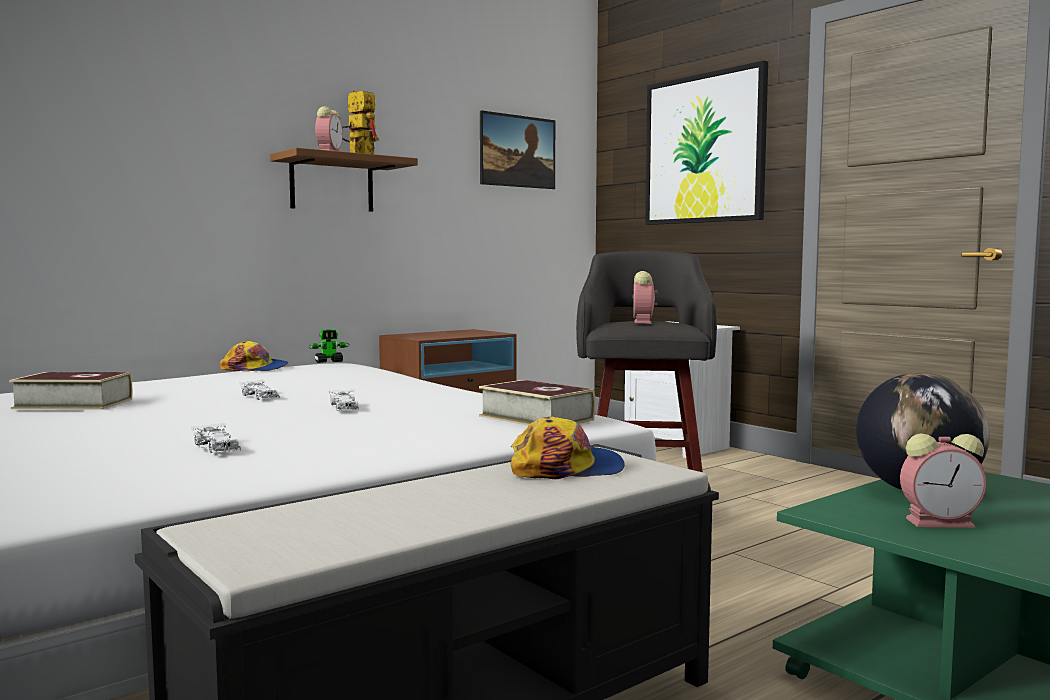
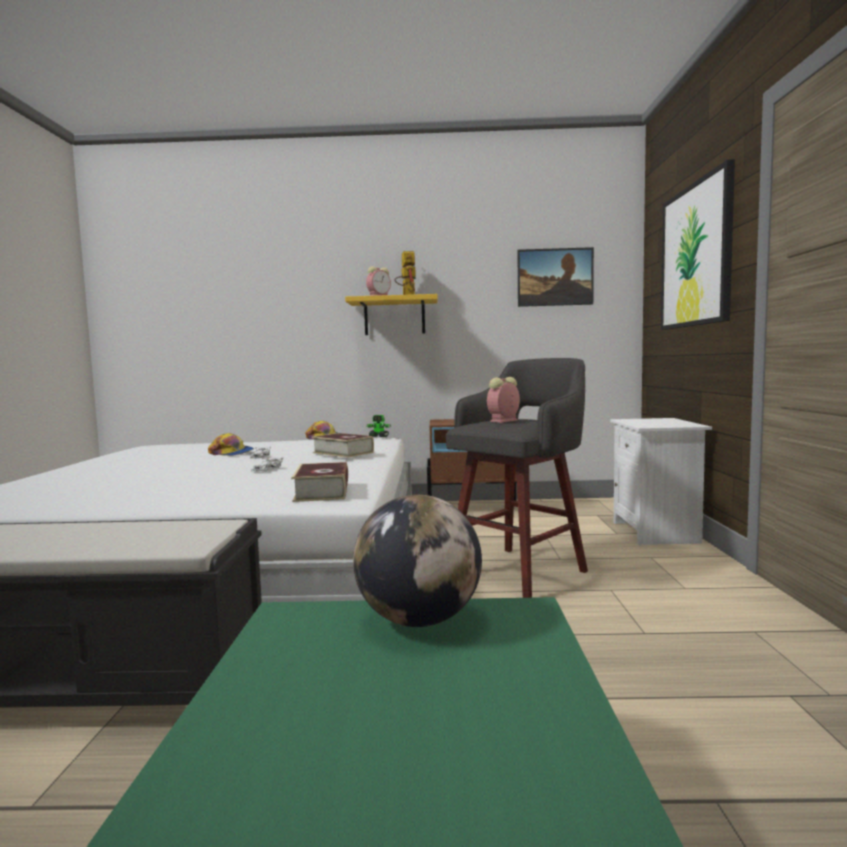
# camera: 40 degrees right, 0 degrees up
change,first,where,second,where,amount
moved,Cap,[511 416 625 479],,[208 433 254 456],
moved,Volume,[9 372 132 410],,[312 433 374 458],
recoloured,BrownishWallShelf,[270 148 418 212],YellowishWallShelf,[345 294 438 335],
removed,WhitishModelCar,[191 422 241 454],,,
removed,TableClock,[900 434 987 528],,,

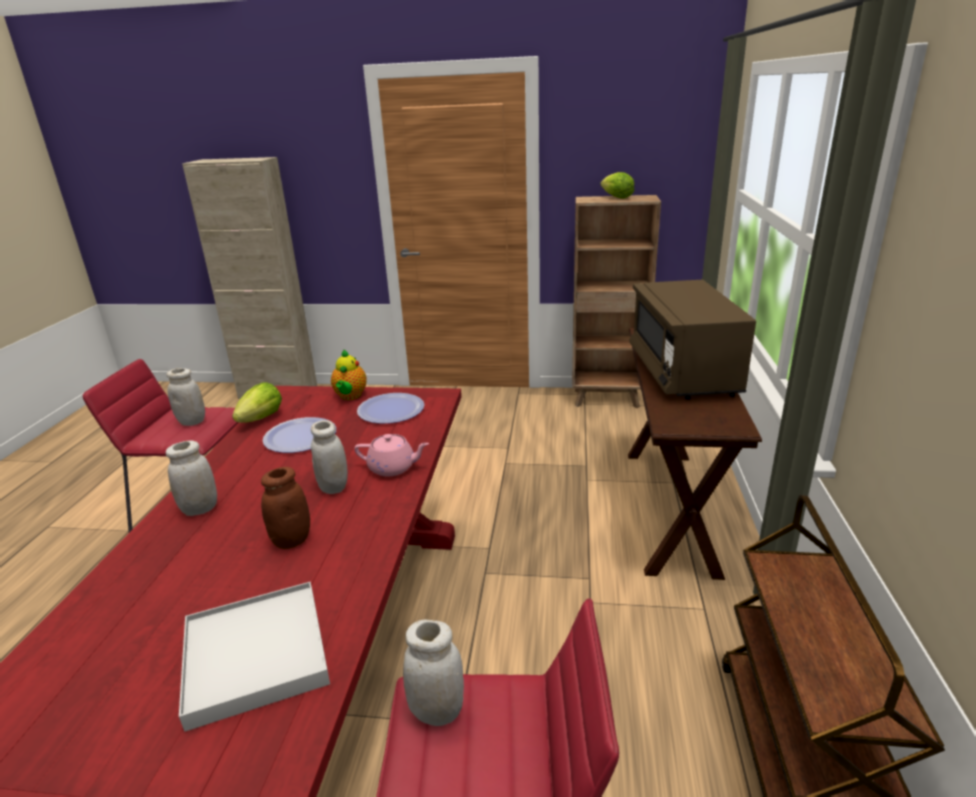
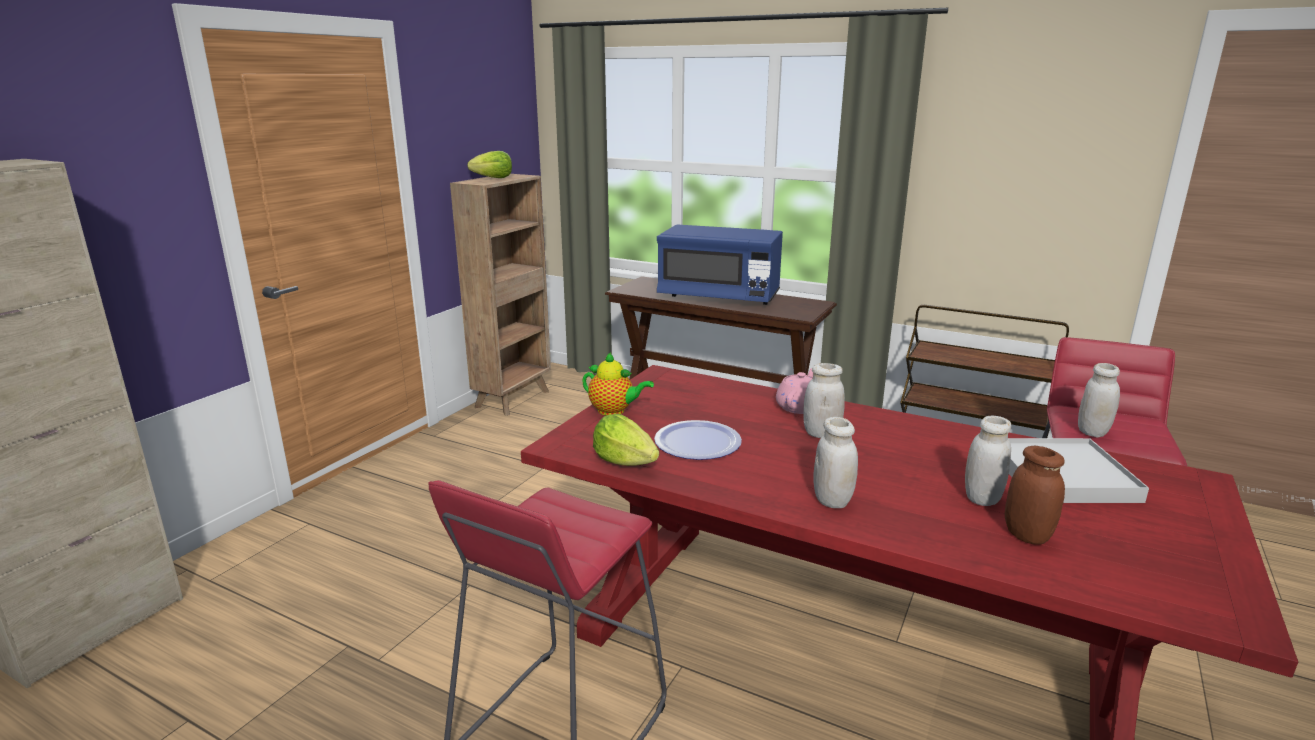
# camera: 70 degrees left, 5 degrees down
change,first,where,second,where,amount
recoloured,BrownishKitchenMicrowave,[629 280 756 400],BluishKitchenMicrowave,[657 225 783 305],
moved,WhitishJar,[166 368 205 426],,[965 416 1011 506],
moved,BrownishJar,[261 467 310 549],,[1005 446 1065 545],
removed,DinnerPlate,[357 393 425 424],,,

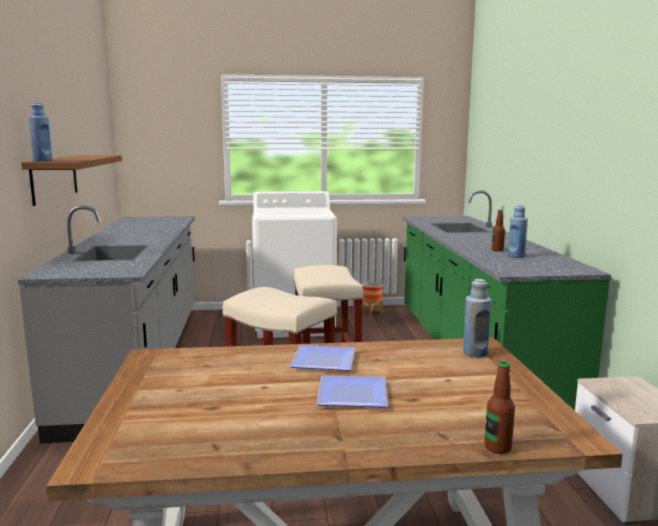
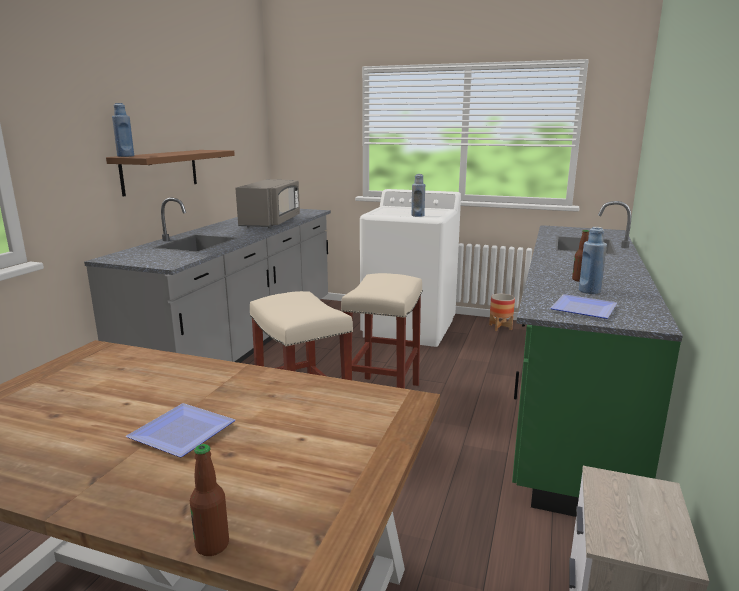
# camera: 25 degrees right, 5 degrees up
change,first,where,second,where,amount
added,,,GrayKitchenMicrowave,[235 179 300 228],
moved,BluishDrinkBottle,[463 279 491 358],,[411 174 425 217],
moved,DinnerPlate,[290 345 356 371],,[550 294 617 319],

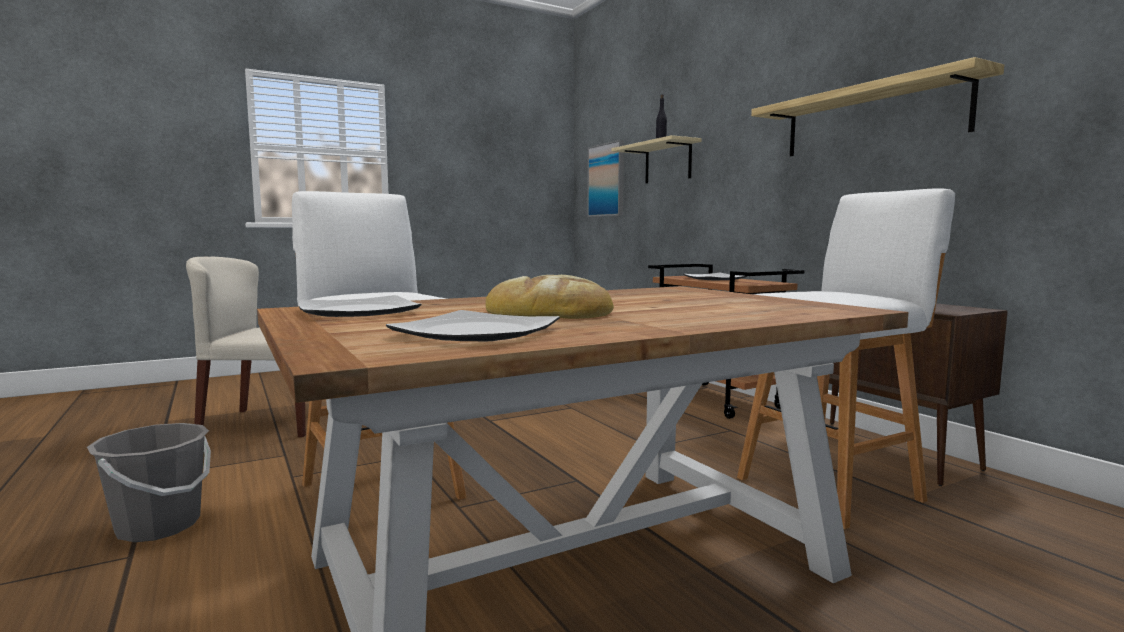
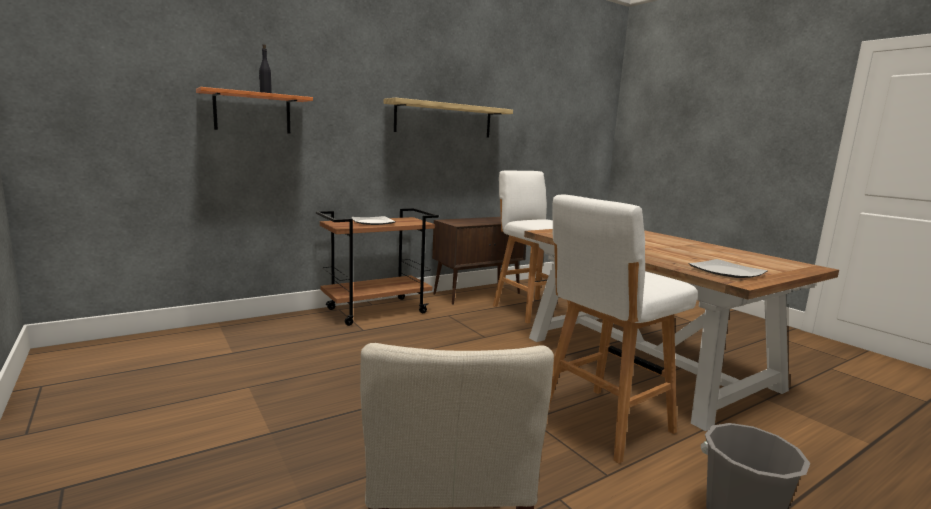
# camera: 95 degrees left, 5 degrees up
change,first,where,second,where,amount
recoloured,SandColouredWallShelf,[612 135 702 184],OrangeColouredWallShelf,[196 87 313 134],
removed,DinnerPlate,[386 310 560 341],,,
removed,Bread,[485 275 614 319],,,
removed,WallPicture,[587 140 624 217],,,

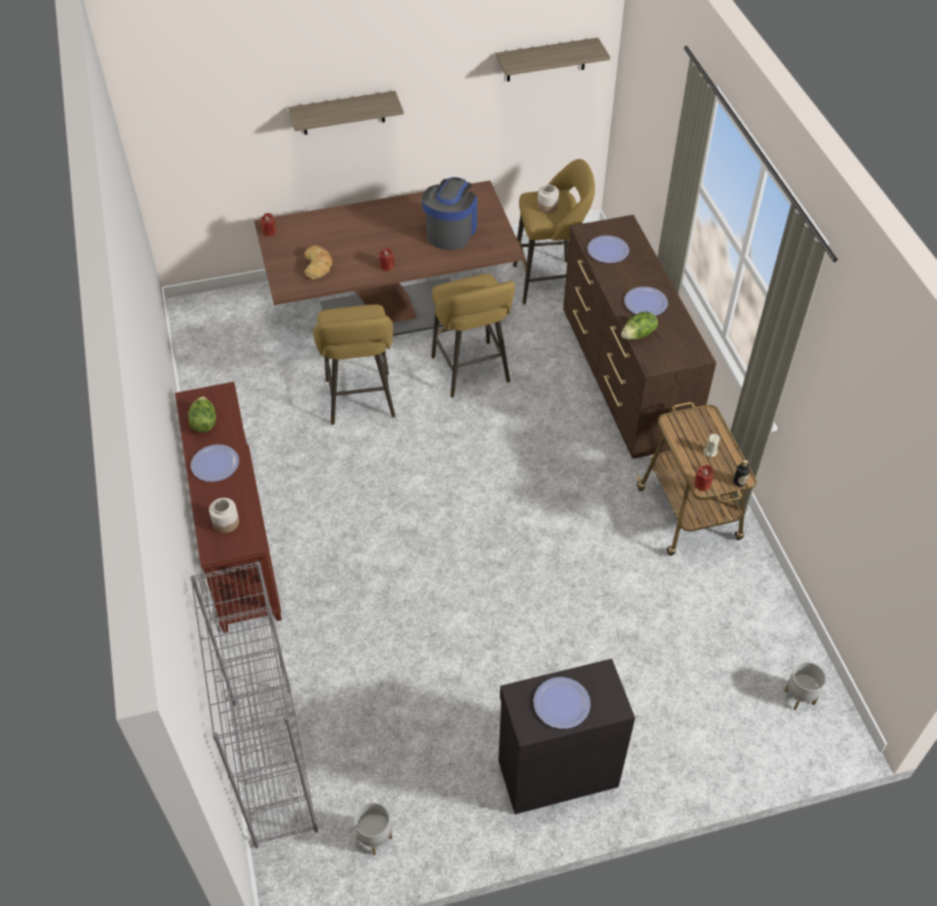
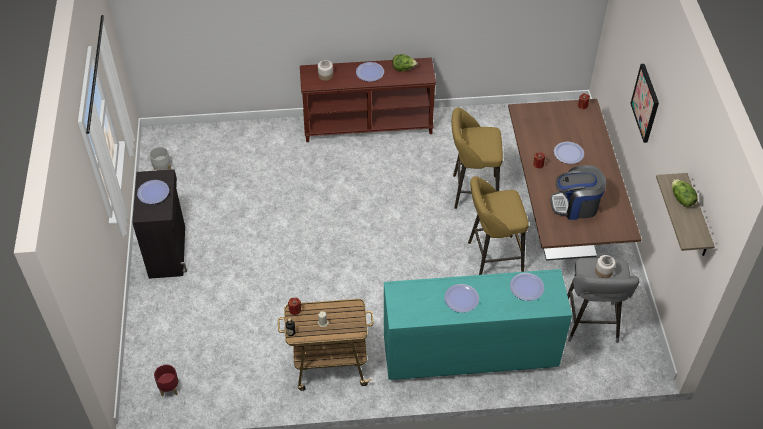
# camera: 100 degrees right, 0 degrees up
change,first,where,second,where,amount
recoloured,GrayPlantPot,[784 662 826 710],RedPlantPot,[154 365 178 397],
recoloured,BrownishDresser,[563 215 716 459],BlueGreenDresser,[384 269 572 380],
turned,CoffeeMaker,[422 177 477 250],,[551 165 606 220],150 degrees clockwise
added,,,DinnerPlate,[554 142 584 164],
recoloured,YellowishStool,[513 159 595 304],GrayStool,[567 258 639 343],
replaced,WallShelf,[288 91 404 135],WallPicture,[630 64 659 143],
moved,Lettuce,[621 312 658 339],,[671 179 697 207],
removed,GrayBookcase,[190 561 318 848],,,
removed,Bread,[304 245 333 280],,,

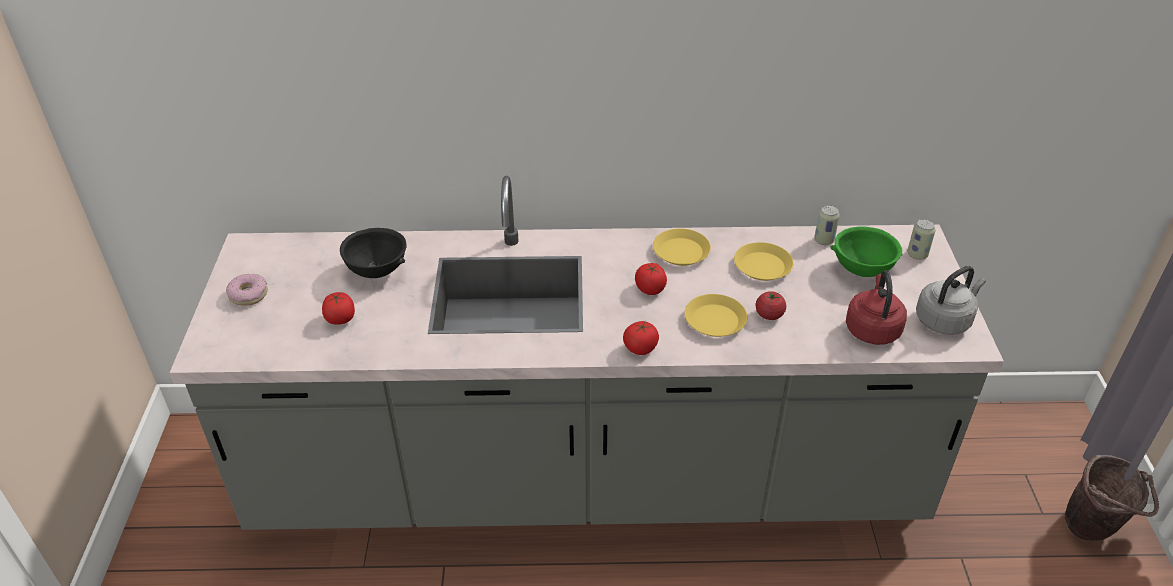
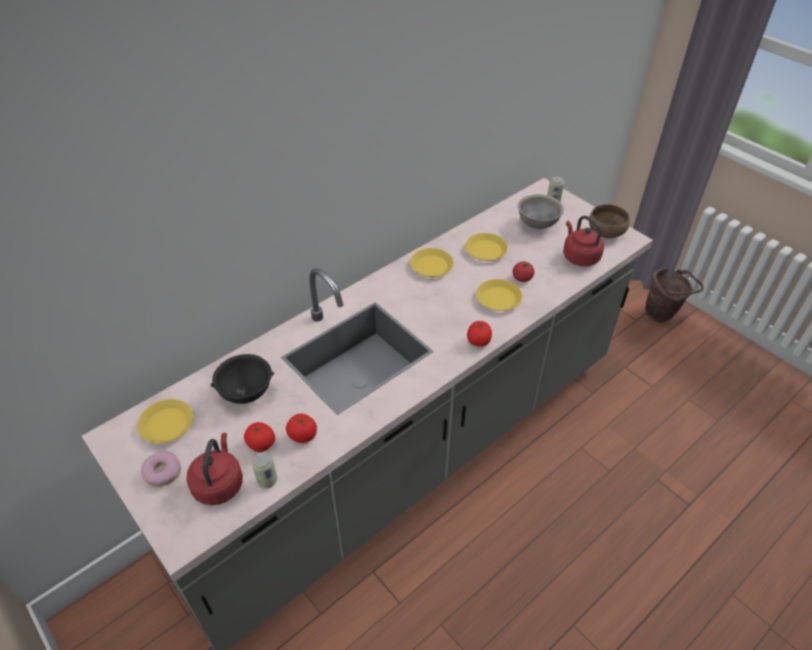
# camera: 40 degrees left, 5 degrees up
change,first,where,second,where,amount
added,,,YellowishDinnerPlate,[137 399 193 444],
added,,,RedTeaKettle,[186 433 243 505],
moved,MetalCan,[814 205 840 245],,[252 452 277 488],
moved,FreshTomato,[635 263 667 295],,[286 413 317 443],
recoloured,GreenBowl,[830 226 903 277],GrayBowl,[518 194 564 229],
replaced,GrayTeaKettle,[916 266 986 335],BrownishBowl,[589 204 630 238],

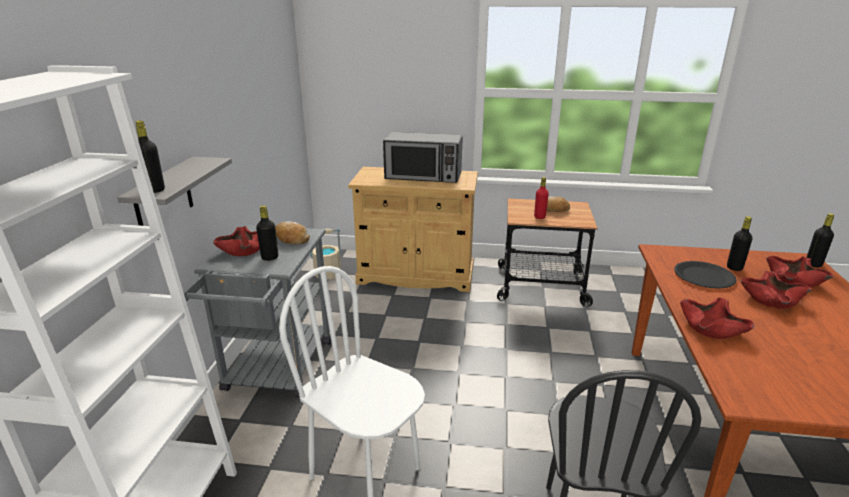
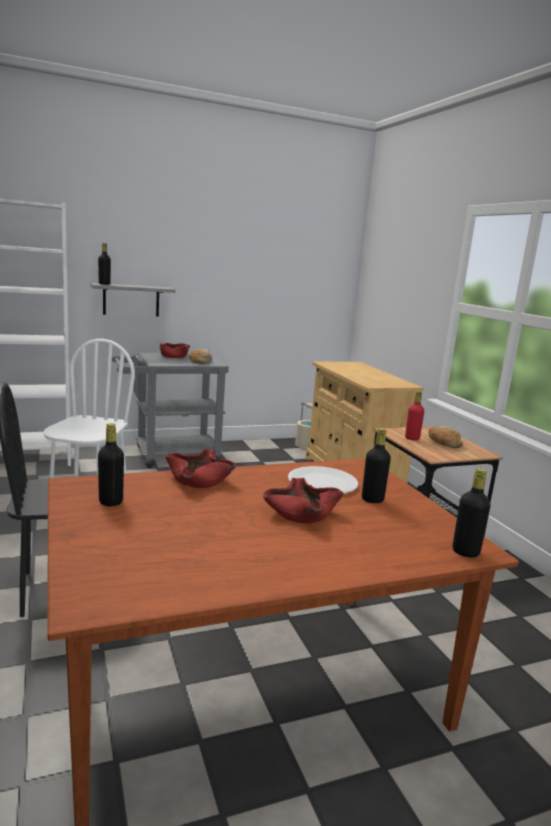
# camera: 60 degrees right, 10 degrees down
change,first,where,second,where,amount
moved,BlackColouredDrinkBottle,[256 205 278 261],,[98 423 124 506],
recoloured,BlackColouredDinnerPlate,[674 261 737 289],WhitishDinnerPlate,[288 466 358 494],
removed,KitchenMicrowave,[383 132 463 183],,,
removed,RedBowl,[766 256 833 288],,,

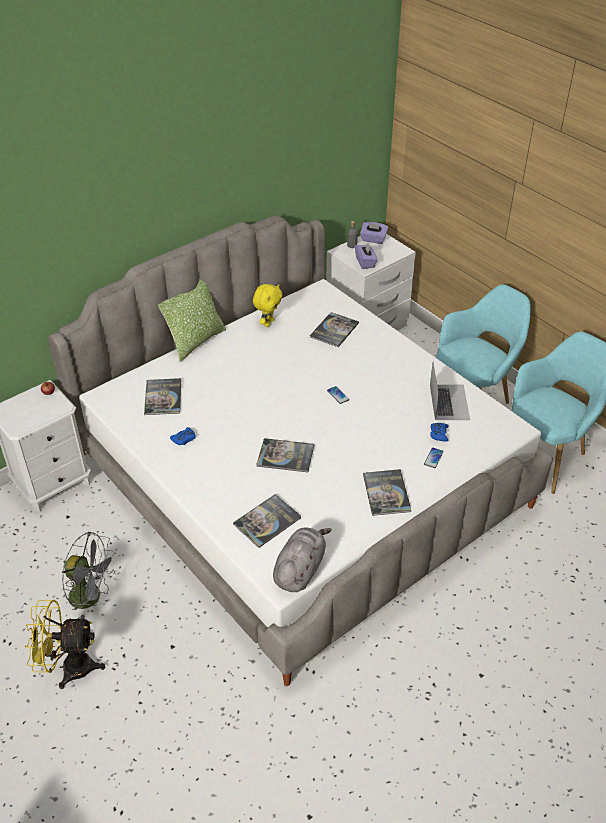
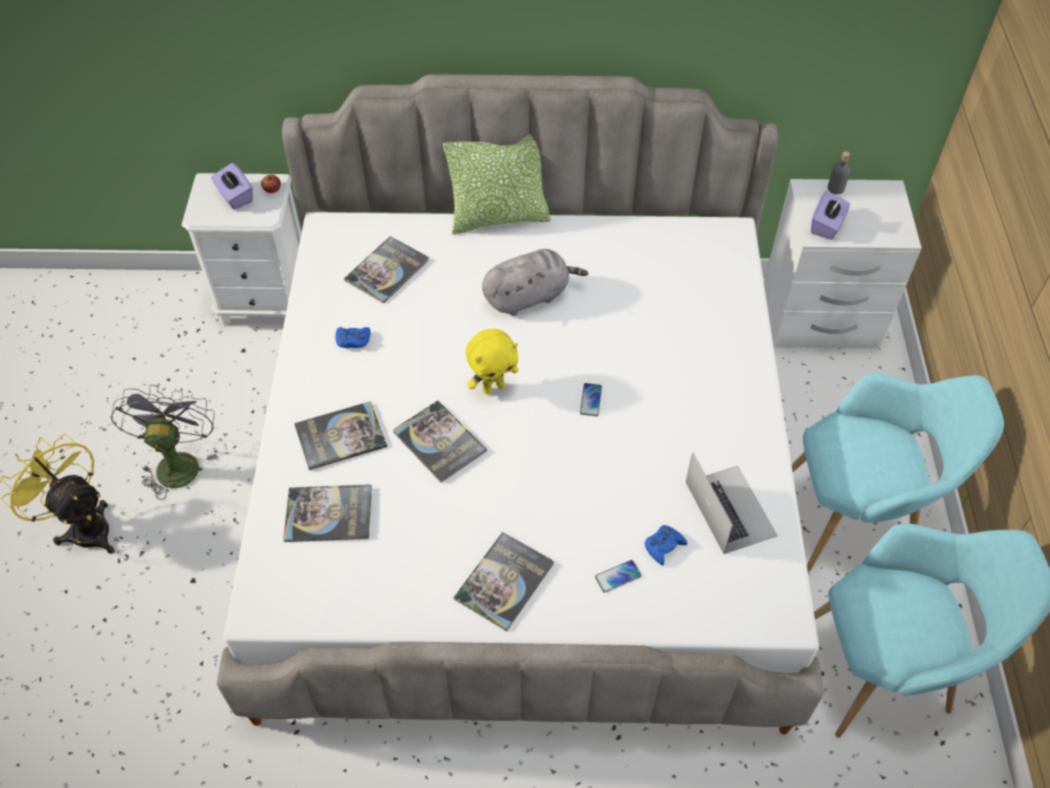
# camera: 40 degrees right, 10 degrees up
change,first,where,second,where,amount
turned,GrayCoolingFan,[62 532 116 619],,[110 384 217 500],150 degrees counterclockwise
moved,PurplishBoxOfTissues,[360 222 388 244],,[211 163 253 210],
moved,Volume,[310 312 359 347],,[294 401 387 470],
moved,YellowishCuddlyToy,[253 284 282 327],,[466 329 519 394],
moved,GrayCuddlyToy,[273 527 332 592],,[482 249 589 316],
turned,NotebookComputer,[430 362 470 420],,[686 452 778 554],60 degrees counterclockwise

